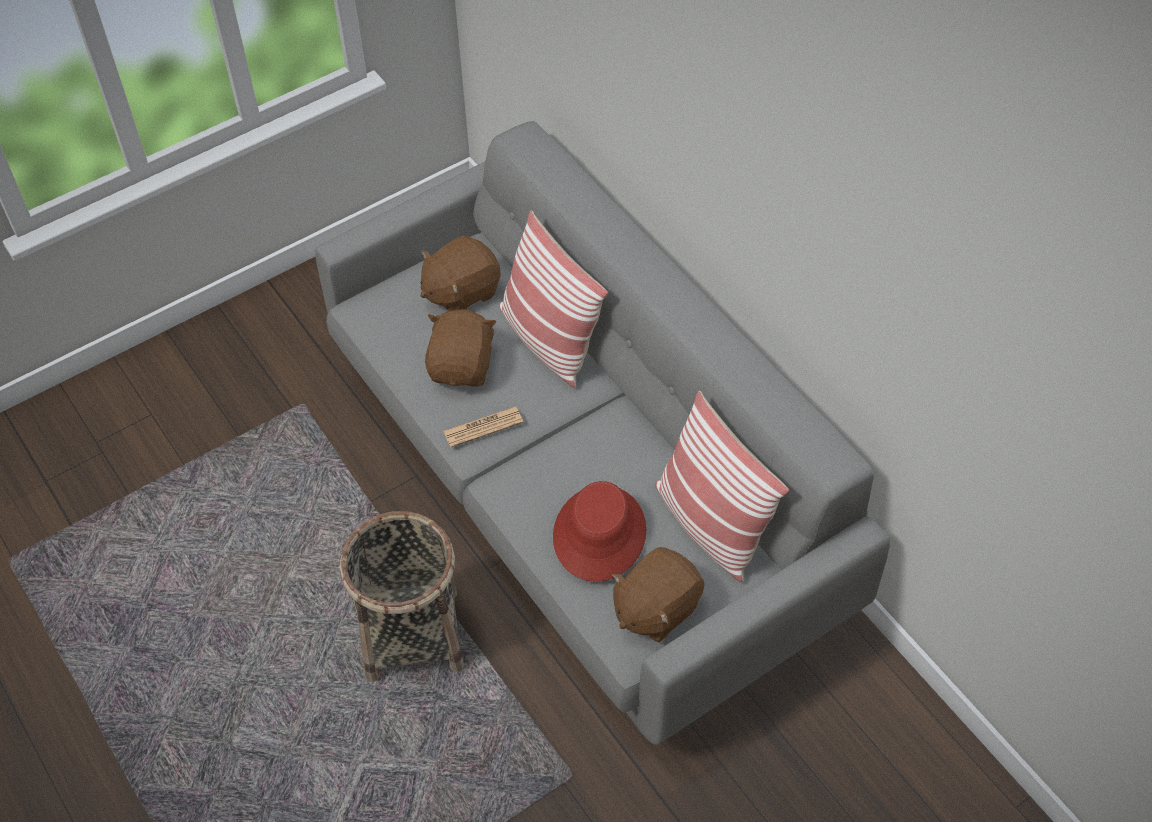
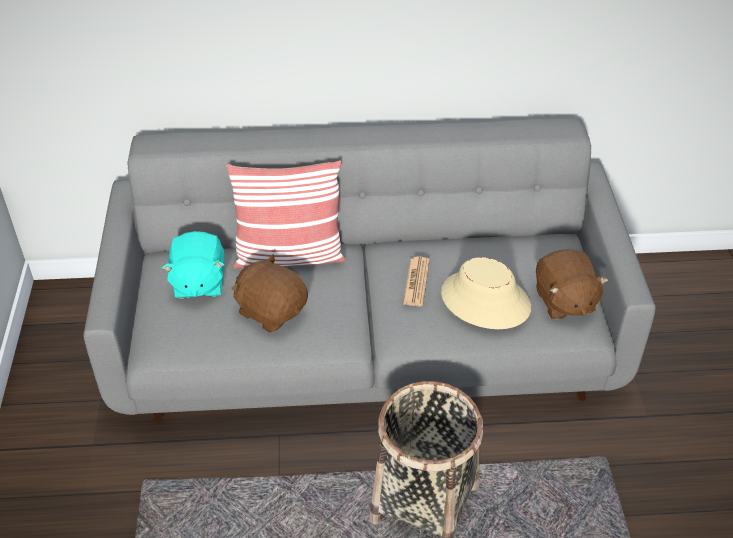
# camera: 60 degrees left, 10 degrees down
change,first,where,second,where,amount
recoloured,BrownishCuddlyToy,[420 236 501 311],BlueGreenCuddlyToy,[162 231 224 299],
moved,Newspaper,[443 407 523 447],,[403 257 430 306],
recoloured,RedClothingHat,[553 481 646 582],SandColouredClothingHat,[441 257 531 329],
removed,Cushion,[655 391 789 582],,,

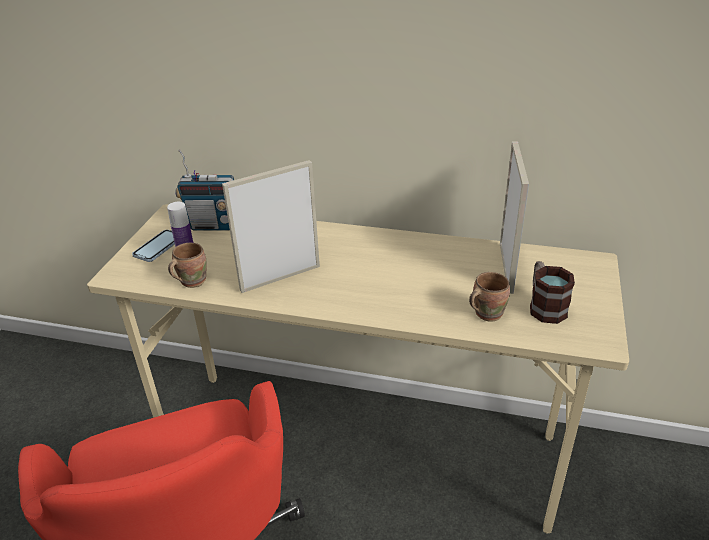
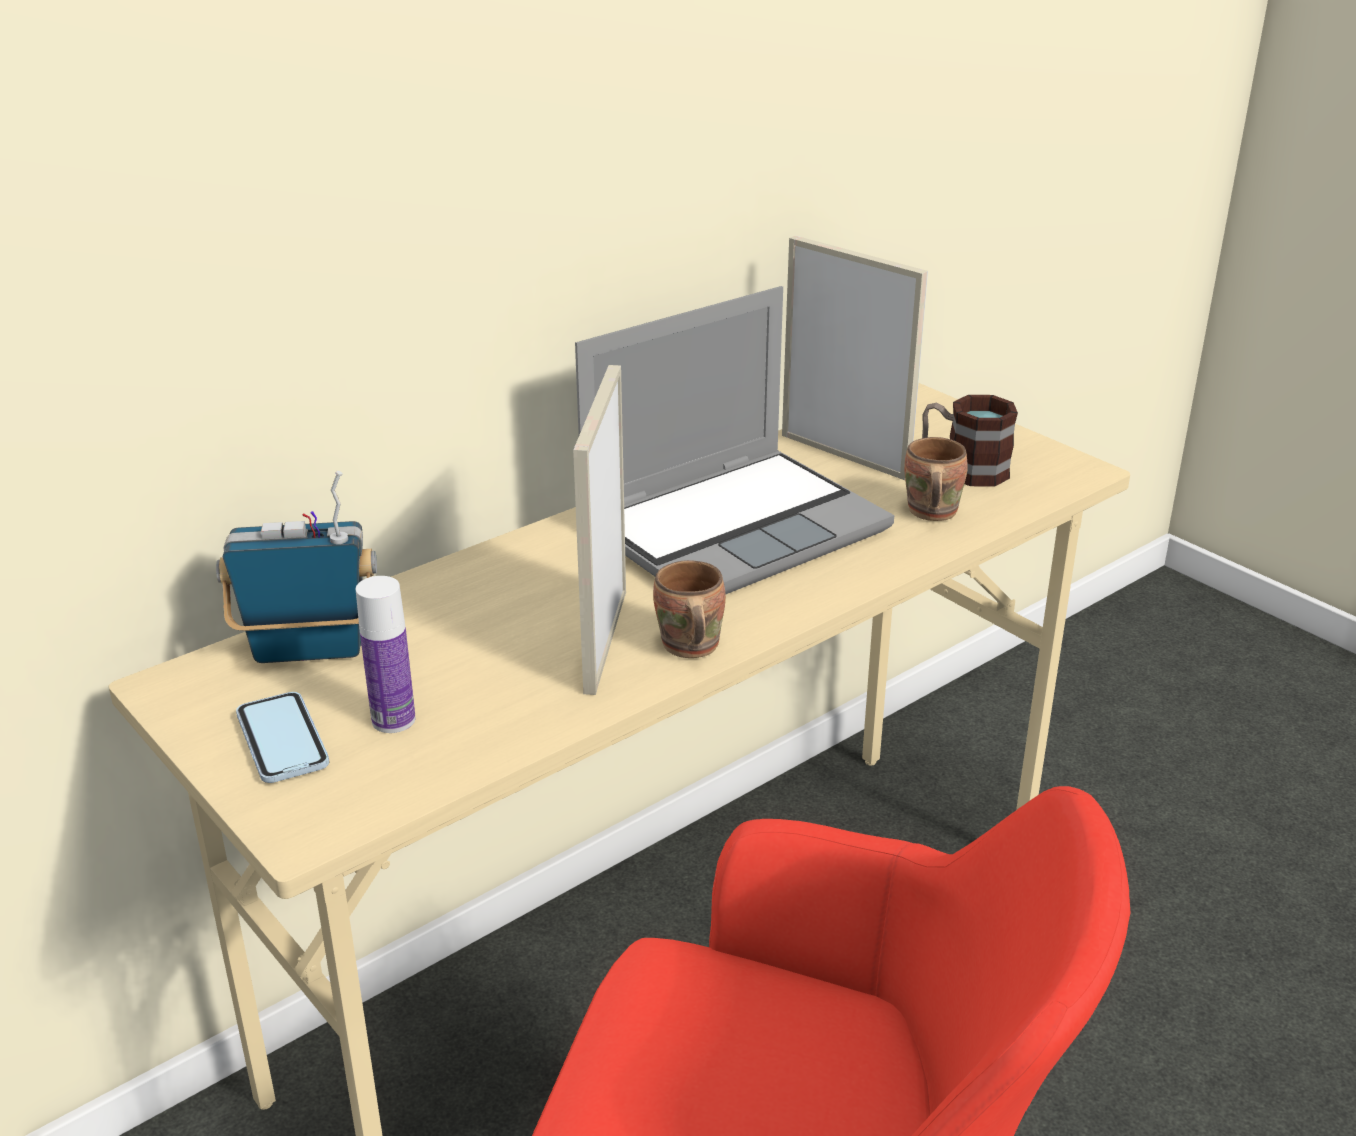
# camera: 55 degrees left, 5 degrees down
change,first,where,second,where,amount
turned,RadioReceiver,[175 149 234 231],,[216 471 377 663],135 degrees counterclockwise
added,,,NotebookComputer,[575 286 894 595],
moved,BrownishTeaMug,[168 243 207 288],,[653 560 726 658],

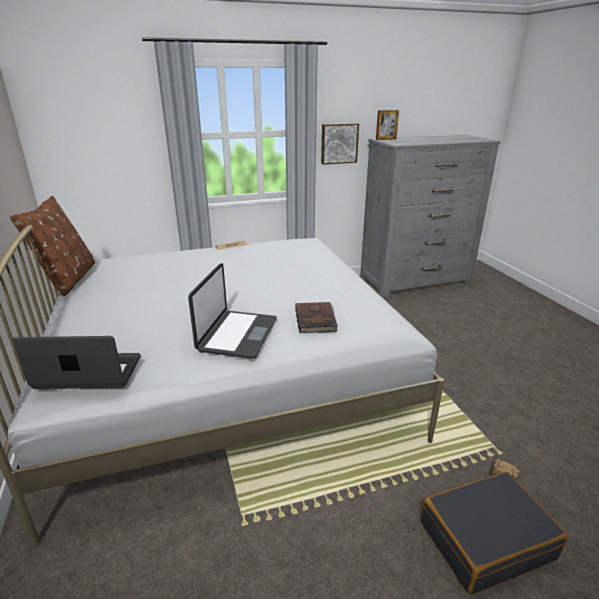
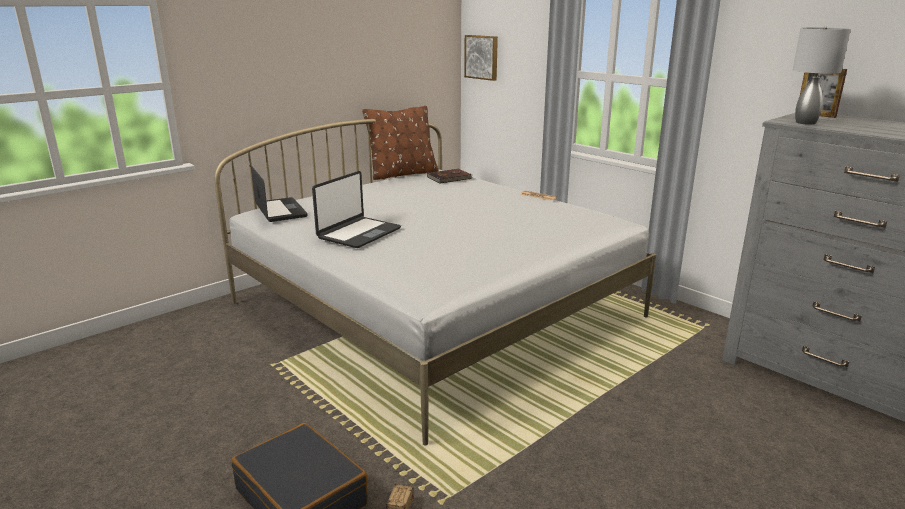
# camera: 65 degrees right, 5 degrees down
change,first,where,second,where,amount
turned,NotebookComputer,[188 263 277 359],,[312 171 401 248],45 degrees counterclockwise
moved,BrownishVolume,[295 302 338 333],,[427 169 473 184],
moved,WallPicture,[321 123 359 165],,[464 35 498 81],
added,,,GrayLampForATable,[793 27 851 125],

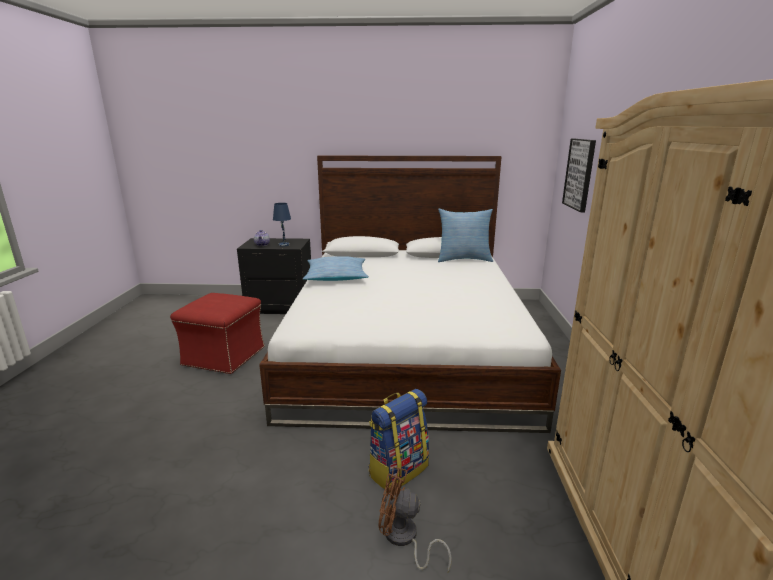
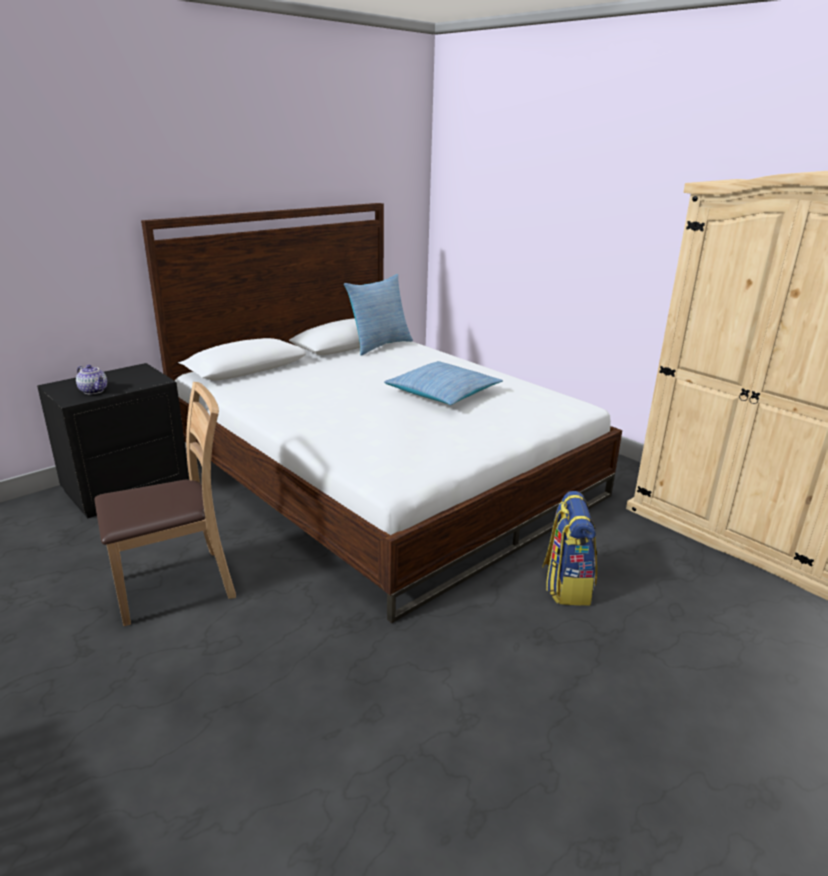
# camera: 45 degrees left, 5 degrees up
change,first,where,second,where,amount
replaced,RedOttoman,[170 293 265 374],BrownishPlainChair,[94 382 236 626],
moved,Cushion,[303 256 369 281],,[384 361 503 405],
removed,BluishLampForATable,[273 203 291 247],,,
removed,BrownishCoolingFan,[378 467 452 573],,,
removed,WallPicture,[562 139 596 212],,,

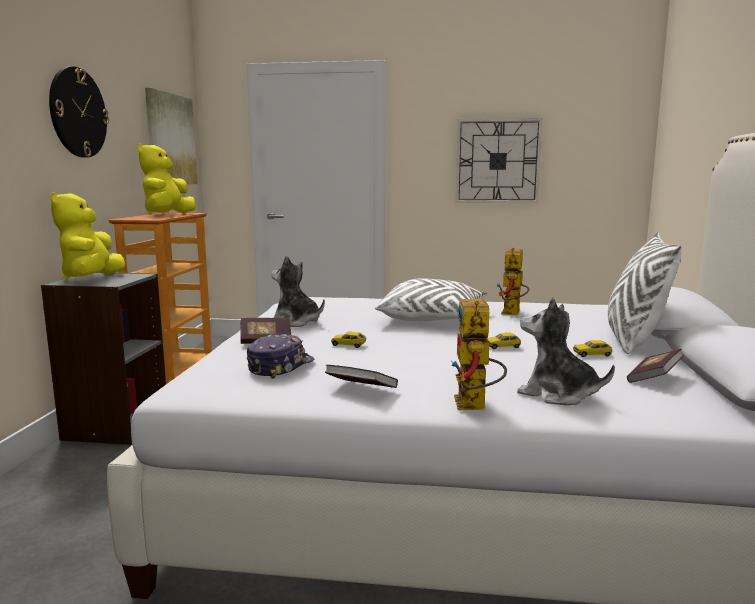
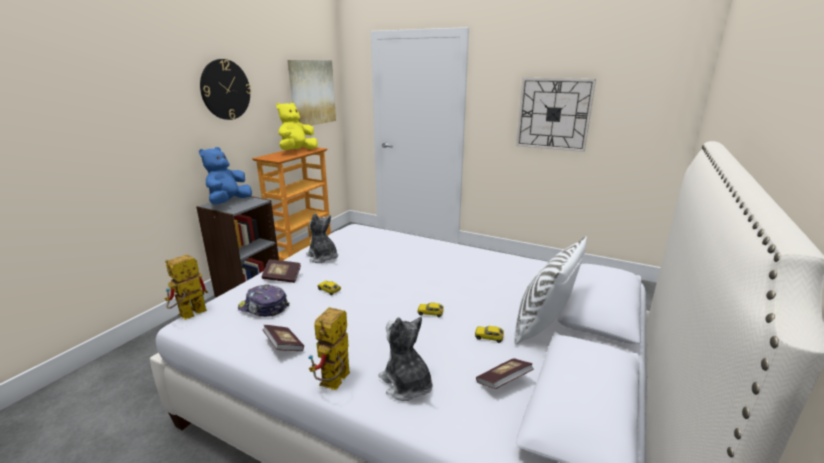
# camera: 20 degrees right, 10 degrees up
change,first,where,second,where,amount
moved,ModelRobot,[497 248 529 315],,[165 254 208 320],
recoloured,YellowishCuddlyToy,[51 192 125 279],BluishCuddlyToy,[199 147 252 205],
turned,Cap,[247 333 314 379],,[238 284 290 317],120 degrees counterclockwise
removed,WhitishCushion,[375 278 487 321],,,

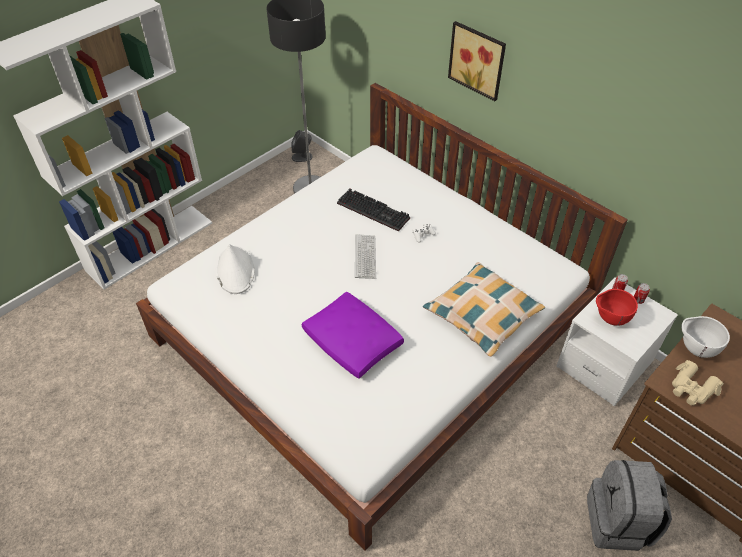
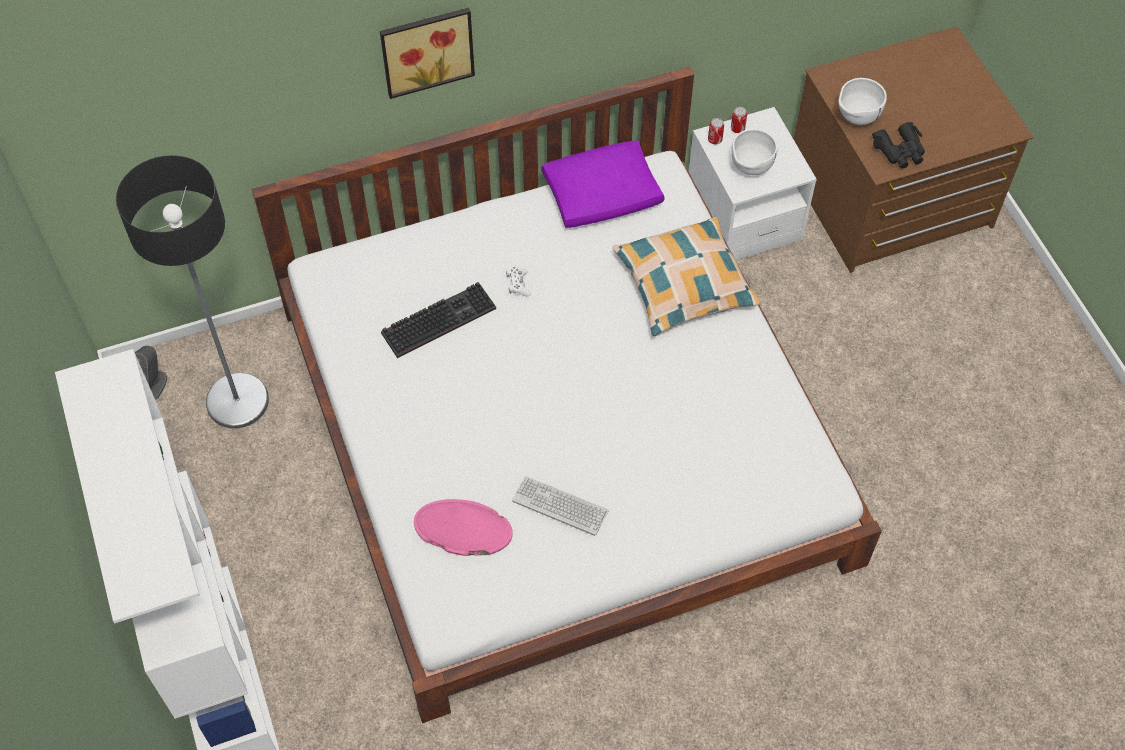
# camera: 65 degrees left, 10 degrees up
change,first,where,second,where,amount
recoloured,WhitishClothingHat,[216 244 255 294],PinkishClothingHat,[414 499 513 556],
moved,ComputerKeyboard,[355 234 376 279],,[512 476 609 536],
moved,PurplishCushion,[301 292 404 379],,[541 141 665 228],
recoloured,RedBowl,[596 289 638 326],WhitishBowl,[731 129 777 175],
recoloured,SandColouredBinoculars,[672 360 724 405],BlackColouredBinoculars,[872 122 925 169],
removed,GrayBackpack,[587 460 672 551],,,

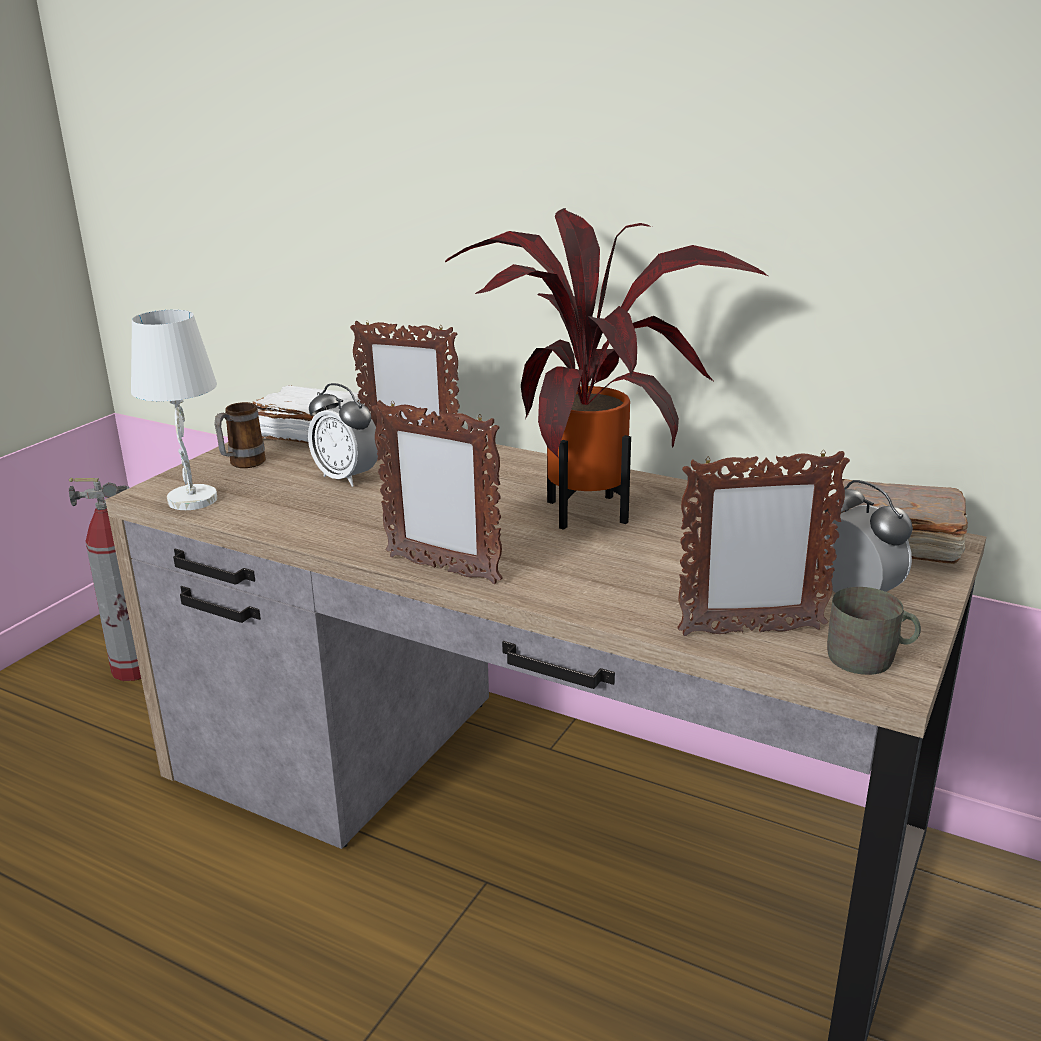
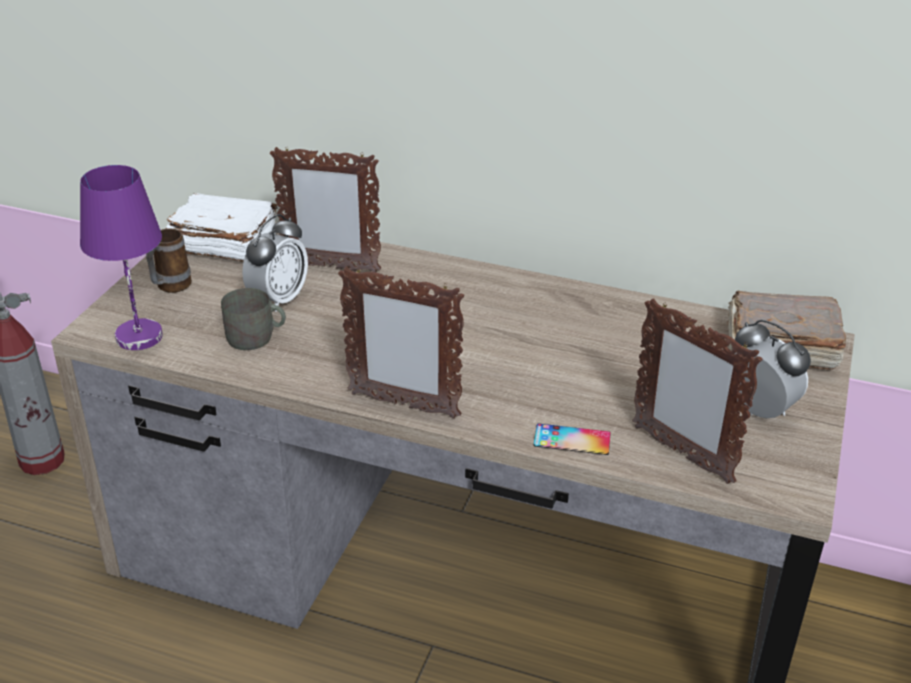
# camera: 10 degrees left, 10 degrees up
change,first,where,second,where,amount
recoloured,WhitishLampForATable,[131 310 217 510],PurplishLampForATable,[80 165 163 350],
moved,GrayTeaMug,[827 587 921 675],,[221 288 286 350],
turned,TableClock,[308 383 380 487],,[242 214 308 312],90 degrees counterclockwise
added,,,Phone,[534 423 611 455],
turned,PhotoFrame,[677 449 850 636],,[632 298 763 484],60 degrees clockwise
removed,PottedPlant,[445 208 768 530],,,

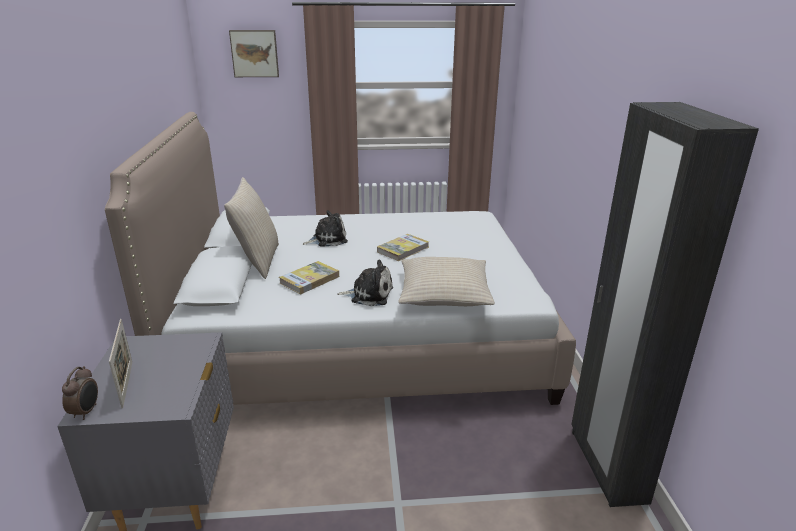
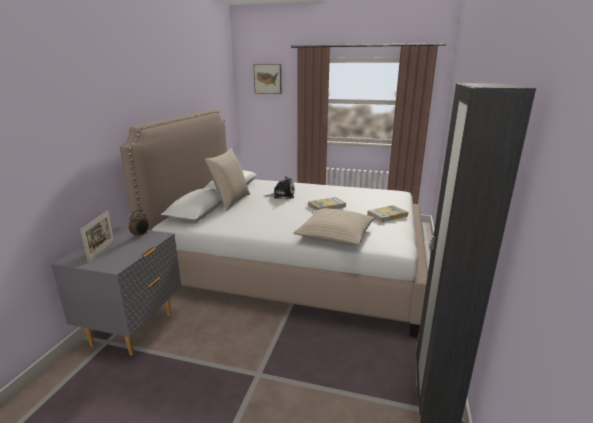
# camera: 20 degrees right, 5 degrees down
change,first,where,second,where,amount
moved,TableClock,[62 366 98 420],,[129 210 149 237],
moved,Volume,[279 261 339 294],,[367 205 408 223],
removed,CuddlyToy,[337 260 393 306],,,

